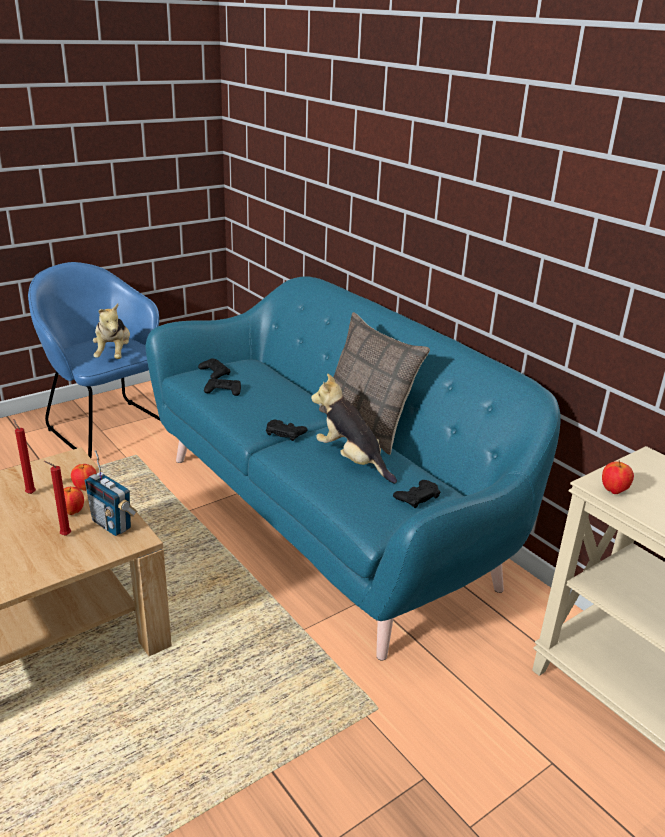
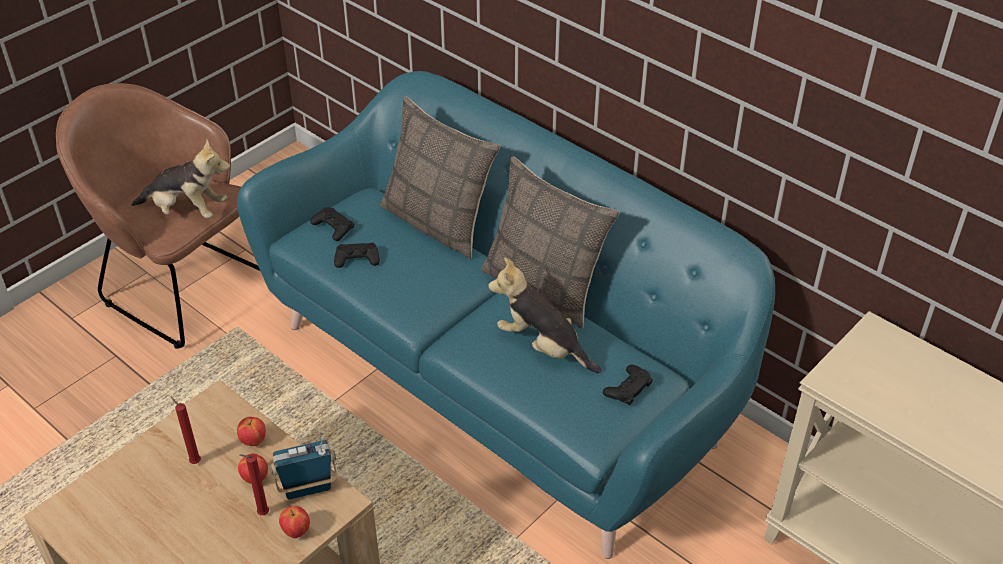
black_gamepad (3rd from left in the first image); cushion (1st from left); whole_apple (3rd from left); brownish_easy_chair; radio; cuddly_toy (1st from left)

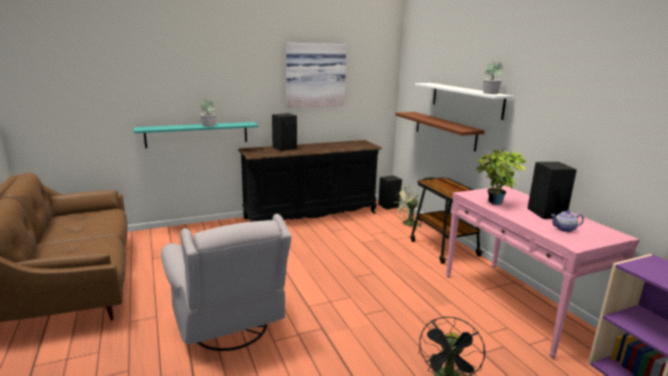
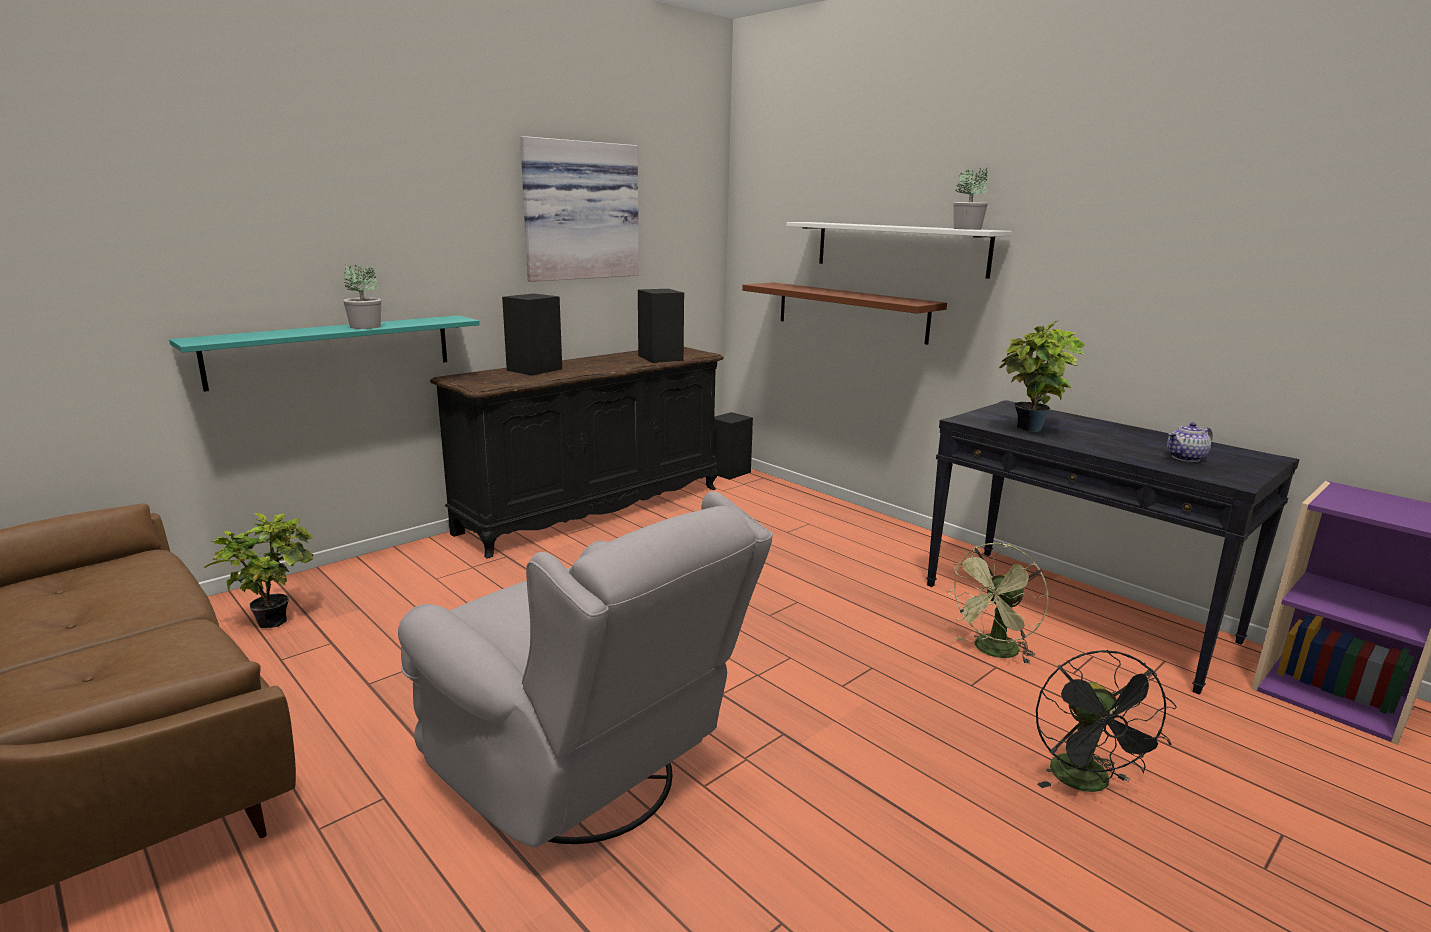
cart; potted_plant (1st from left); green_fan; black_audio_speaker (2nd from left); black_narrow_table

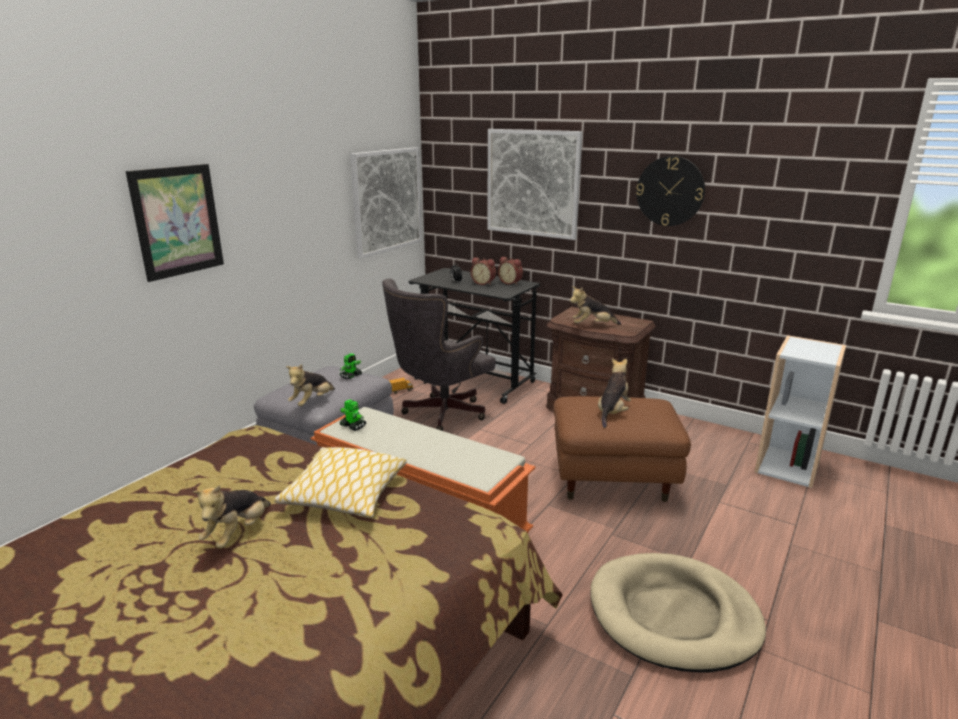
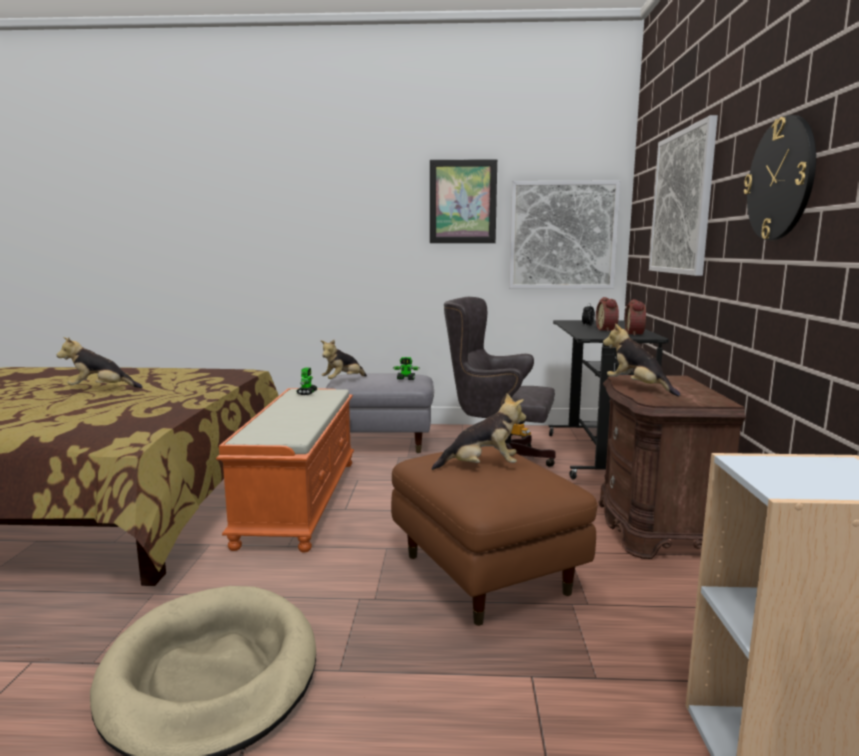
cushion; wall_art (1st from left); cuddly_toy (2nd from left)

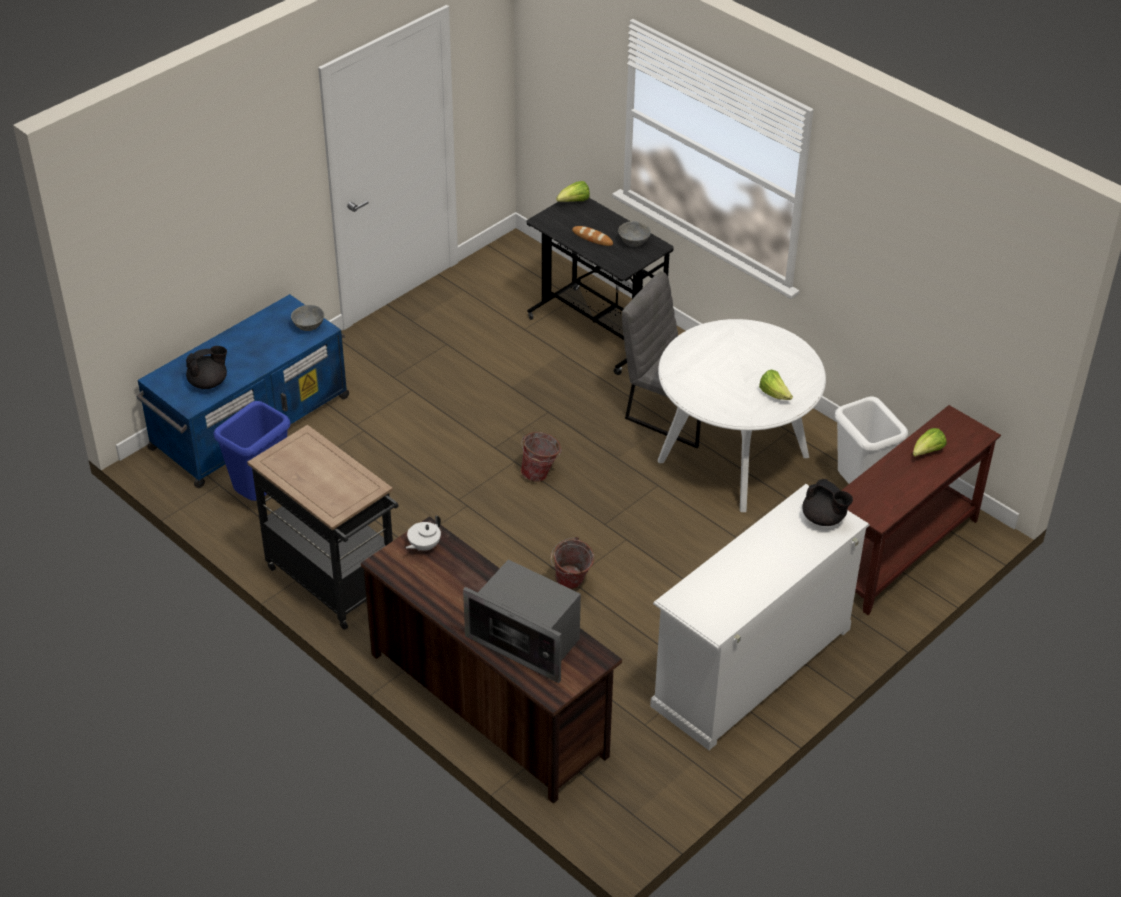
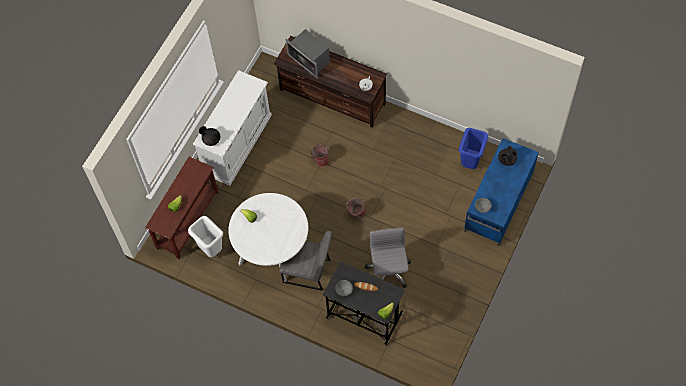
black_cart; grey_office_chair; kitchen_microwave

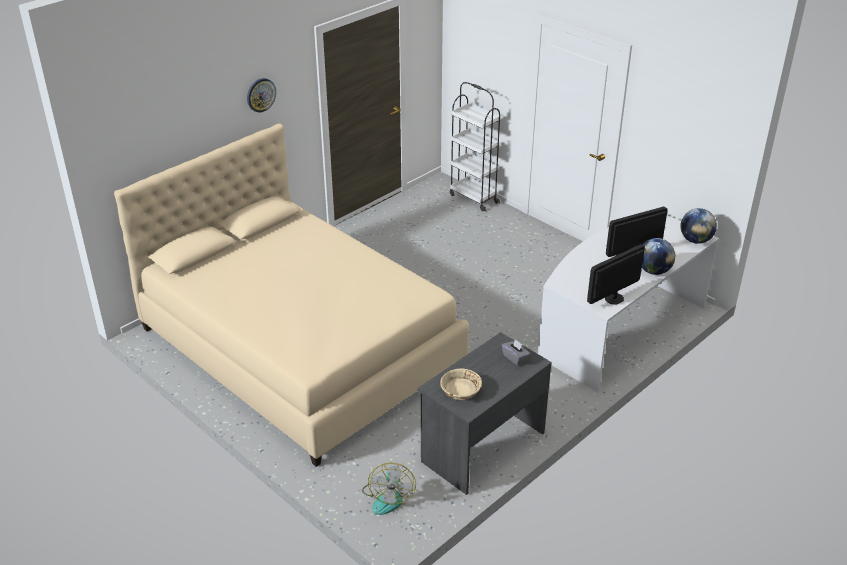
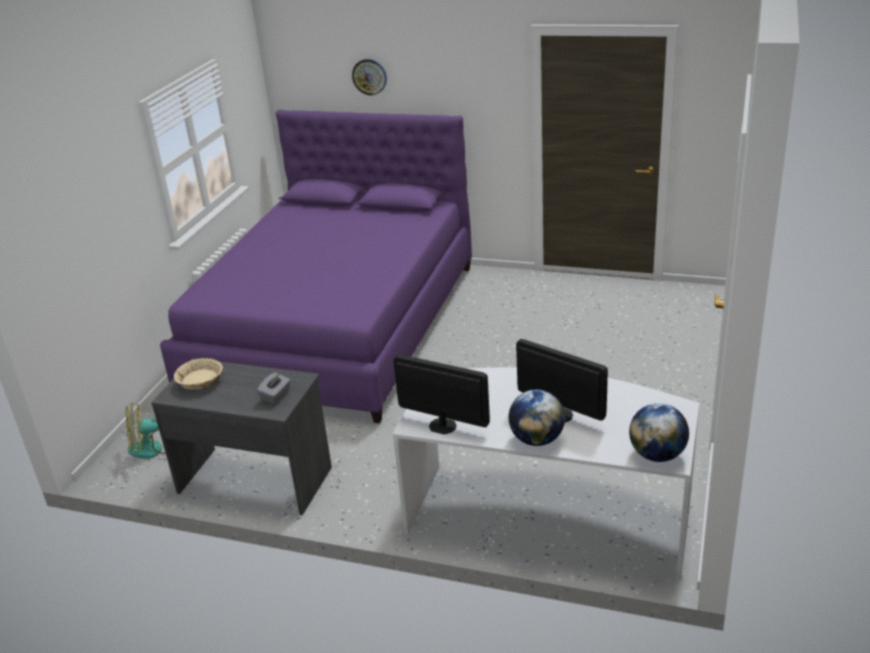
white_cart; hanging_clock; purplish_sleeping_bed

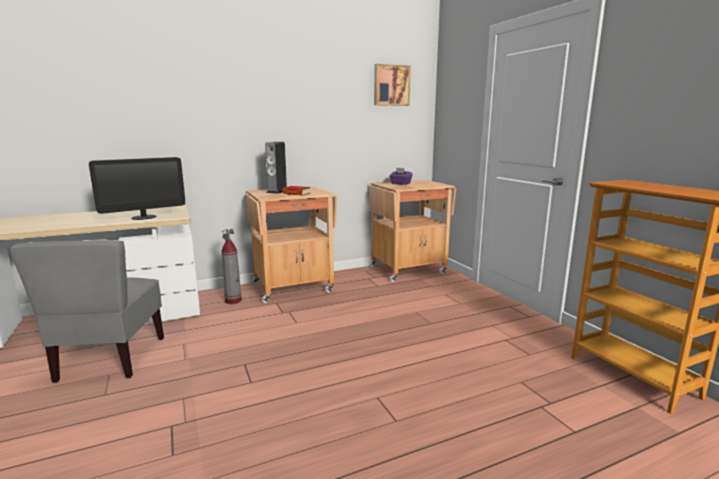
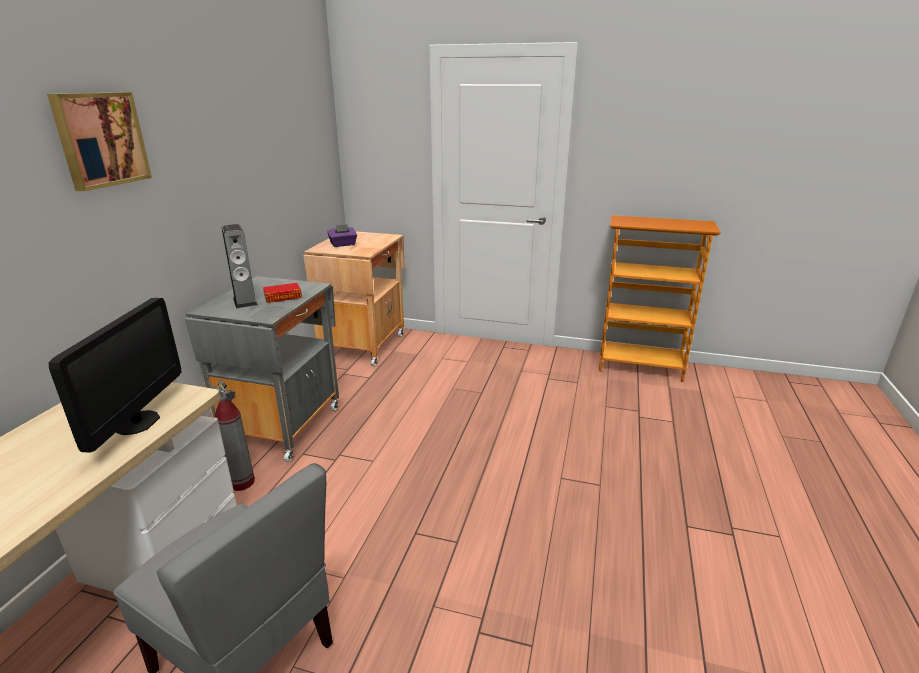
wall_art; grey_cart

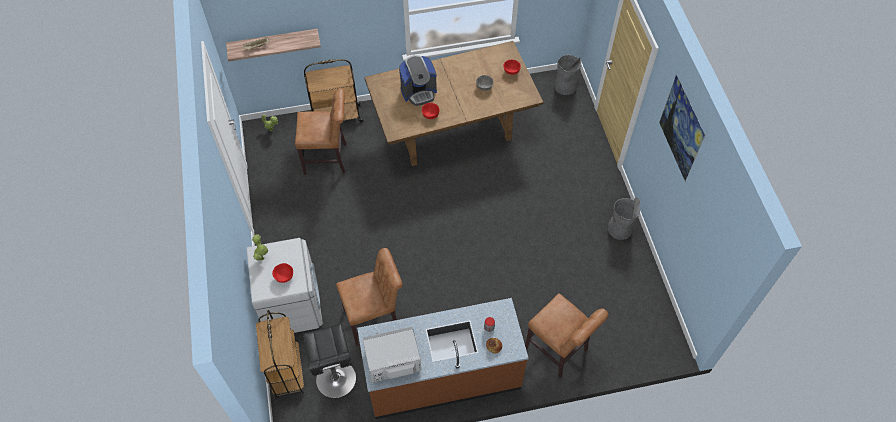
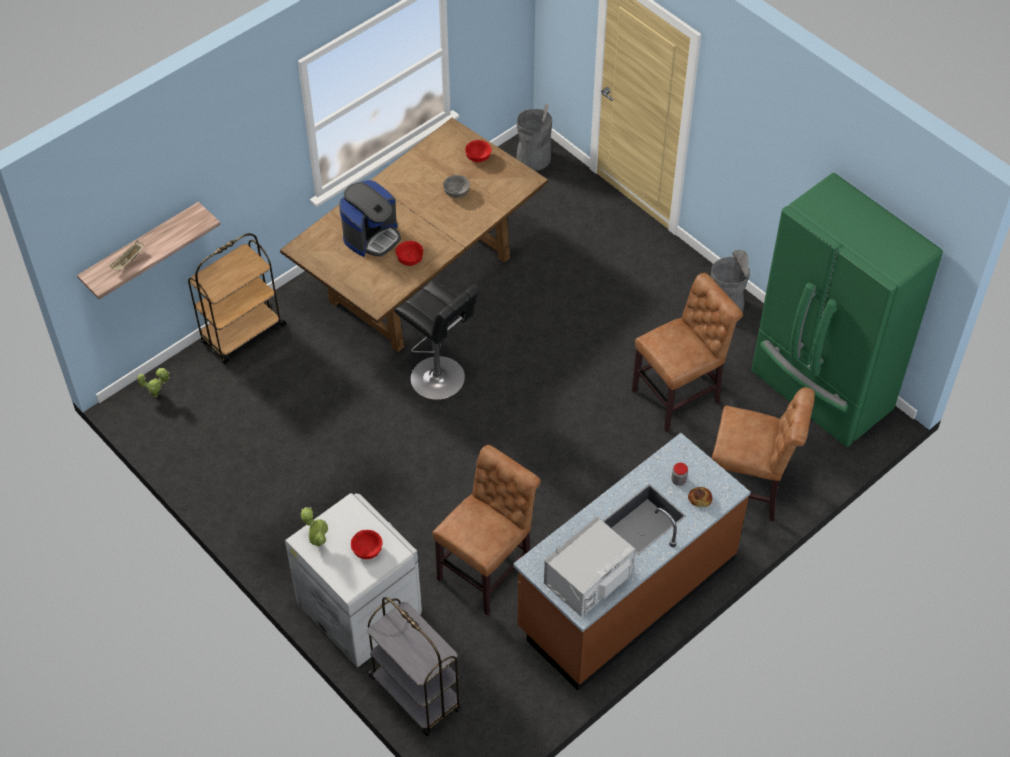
wall_art; green_kitchen_fridge; brownish_upright_chair (2nd from left); black_stool_seat; grey_cart

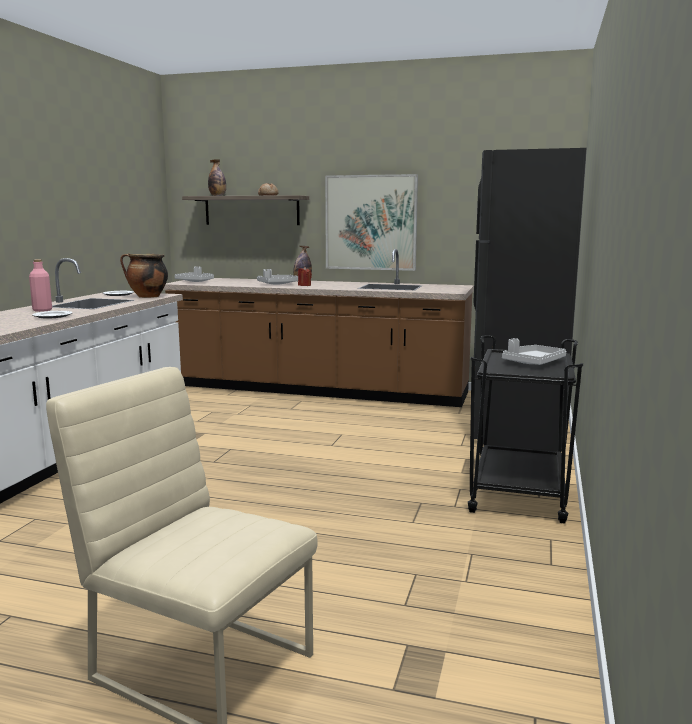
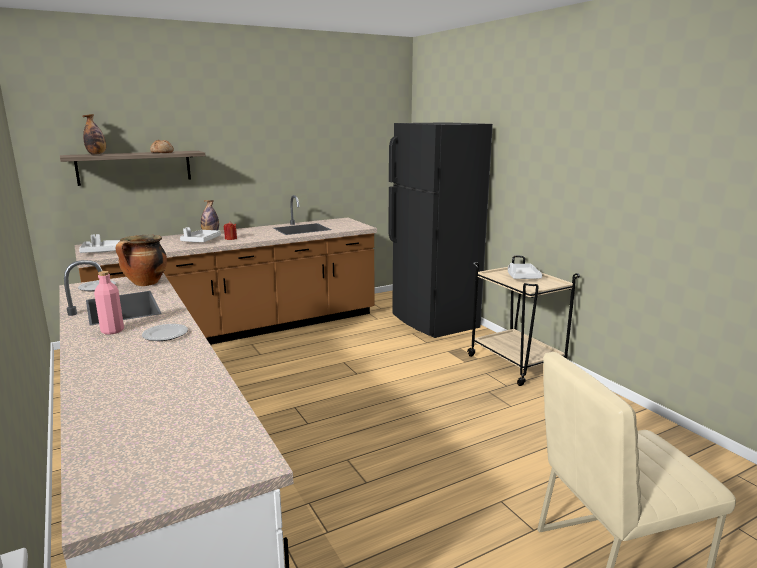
wall_art; beige_cart

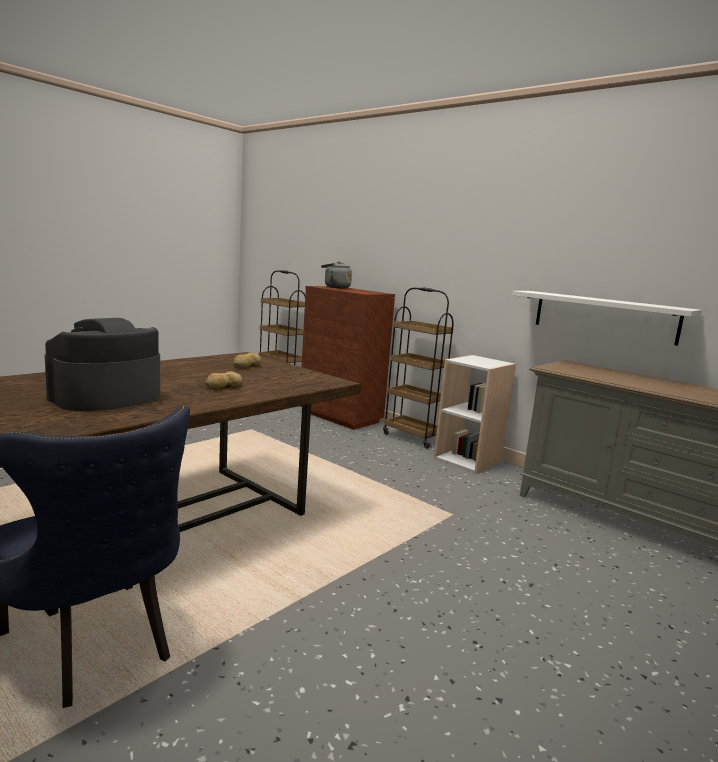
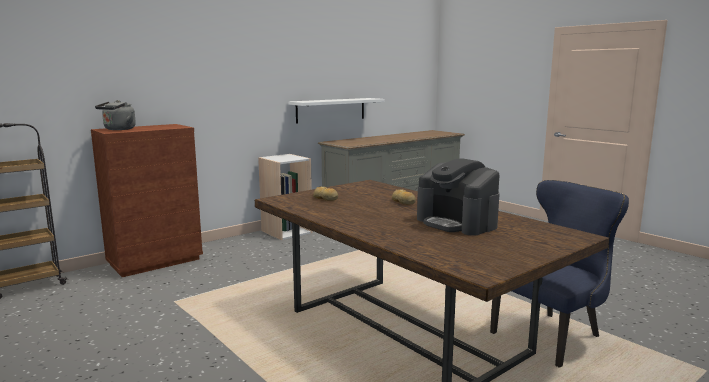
brownish_cart (2nd from left in the first image)

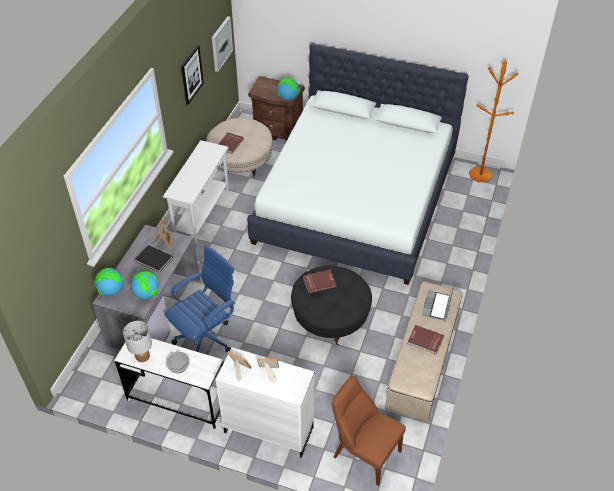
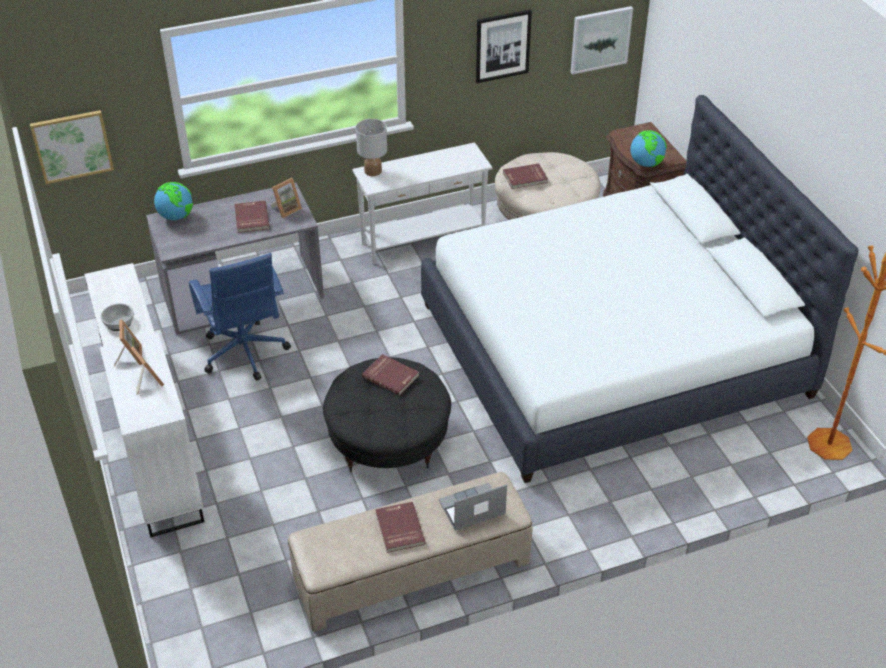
world_globe (2nd from left in the first image); brownish_upright_chair; wall_art (1st from left); grey_lamp_for_a_table; reddish_bound_book (1st from left); blue-coloured_office_chair

